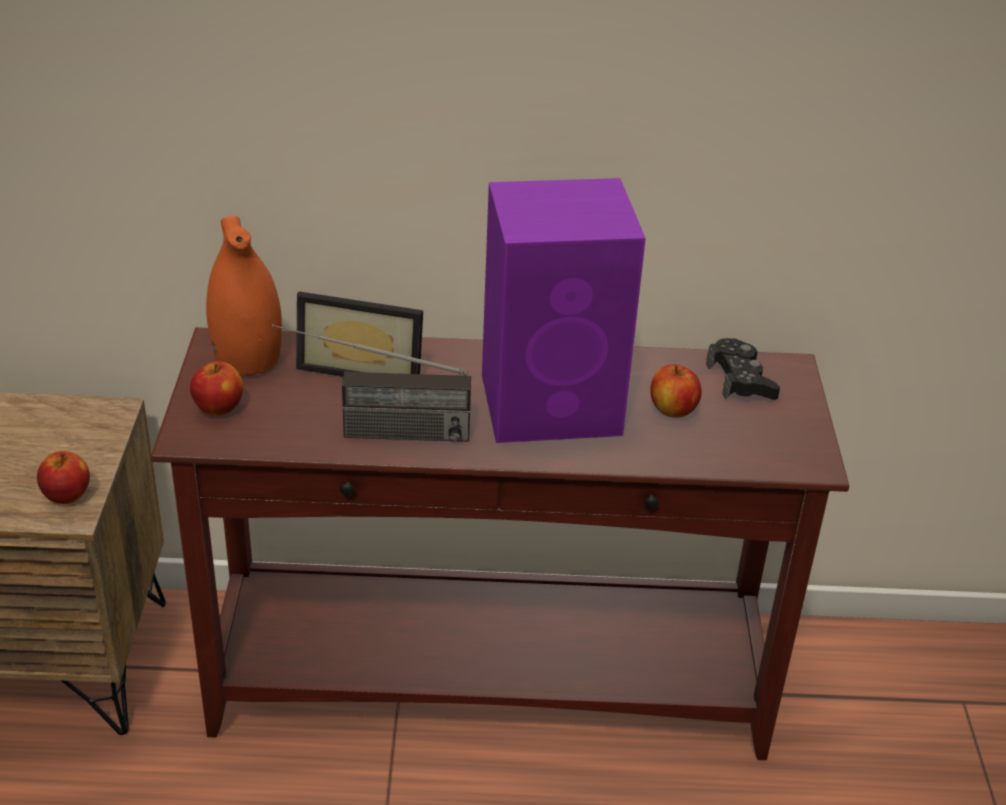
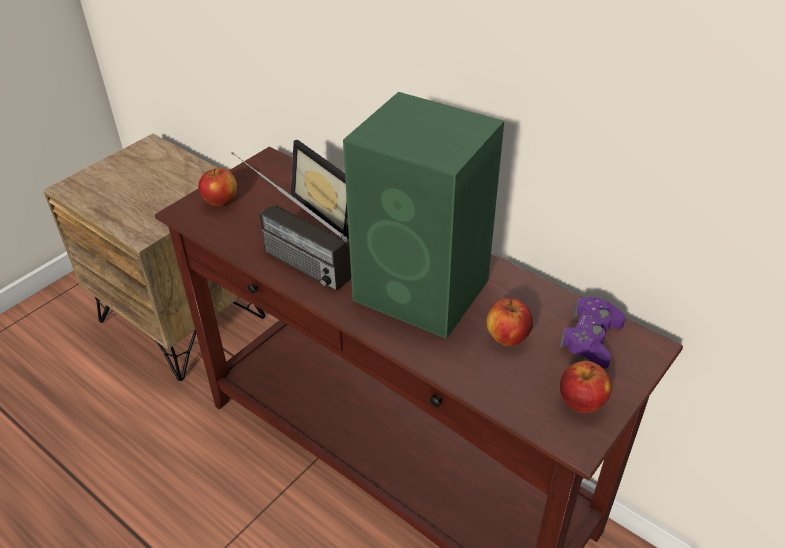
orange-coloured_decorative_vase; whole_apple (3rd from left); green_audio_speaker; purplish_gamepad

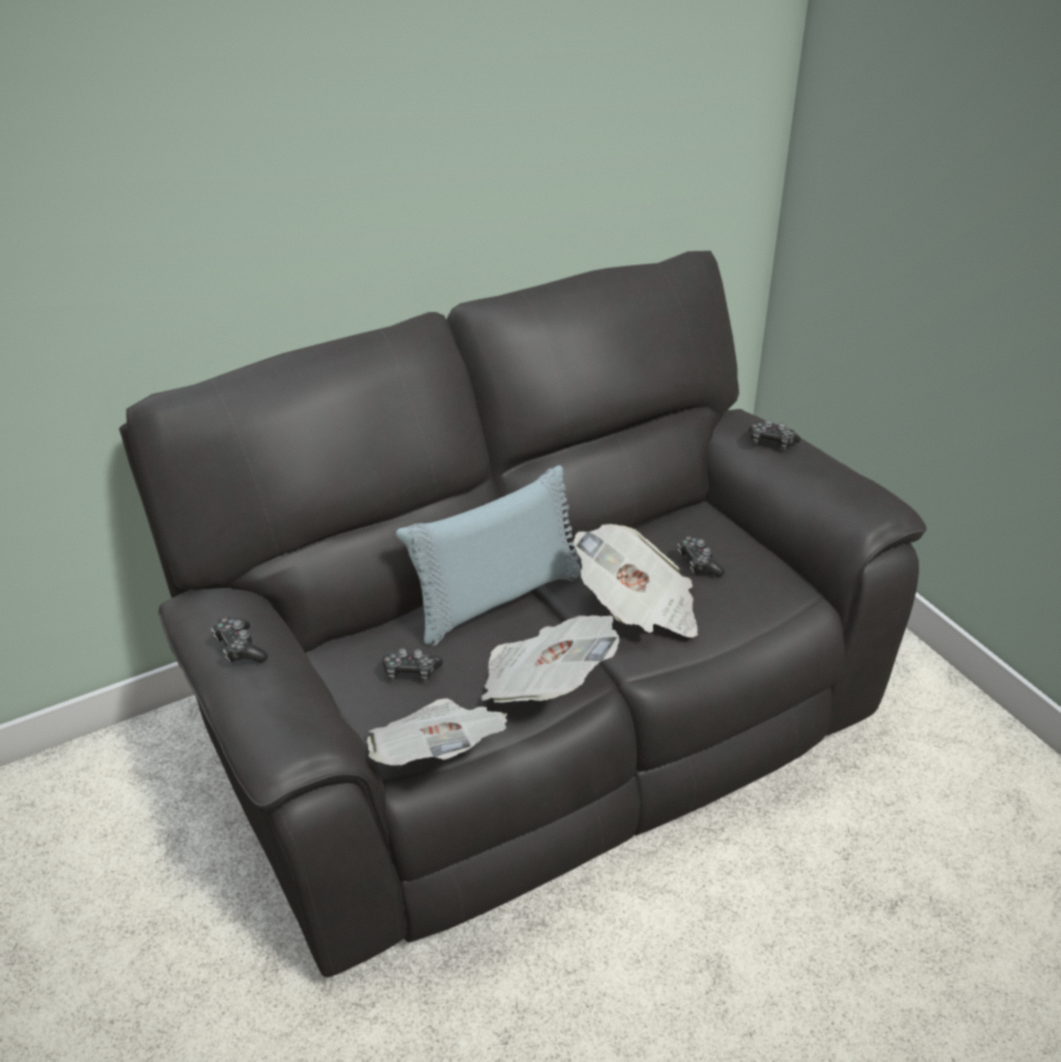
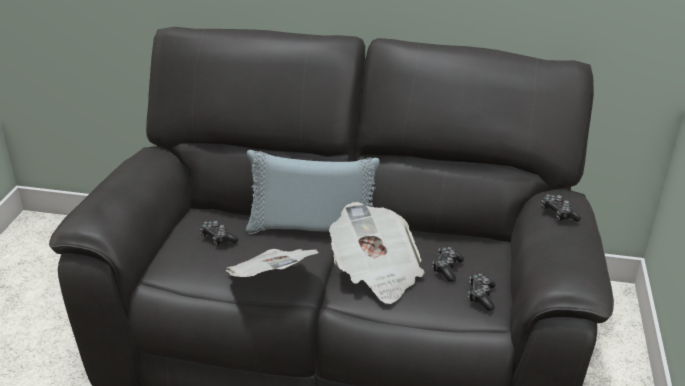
printed_paper (1st from left in the first image); gamepad (3rd from left)

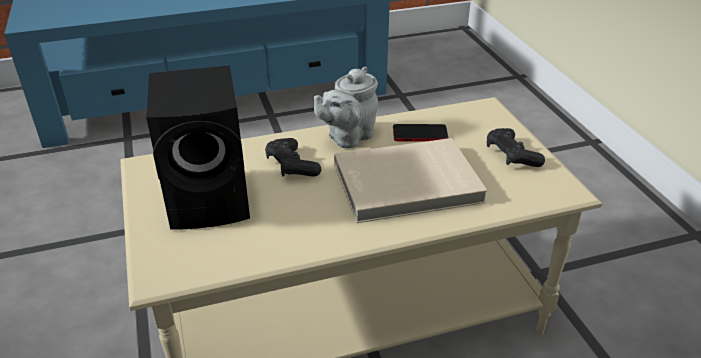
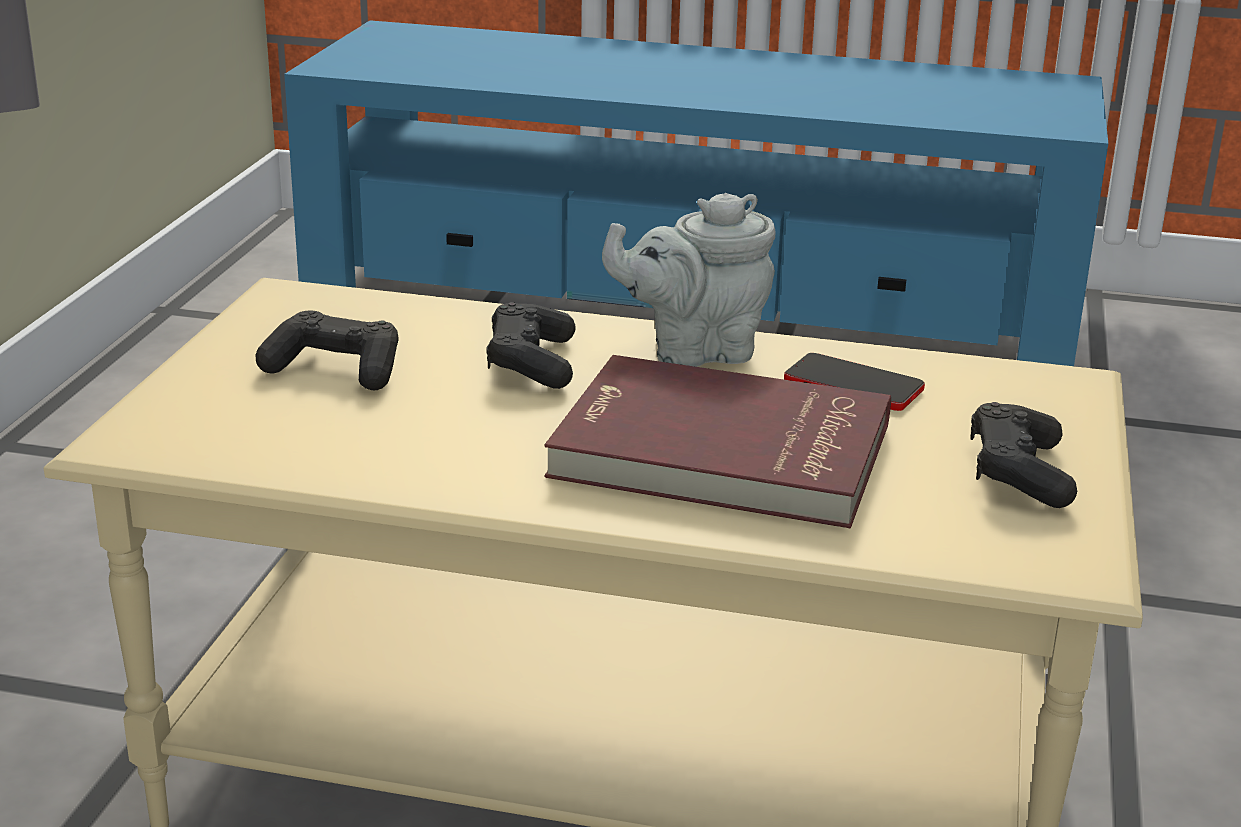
black_gamepad (1st from left); reddish_bound_book

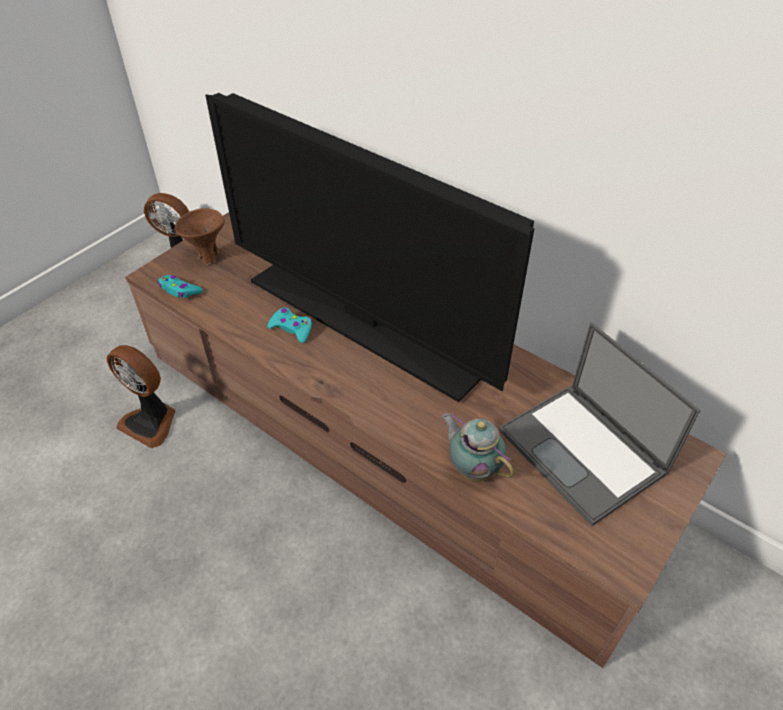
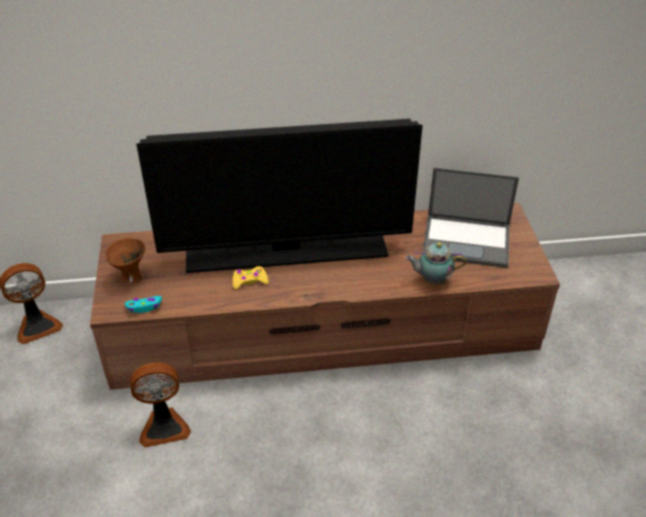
yellowish_gamepad

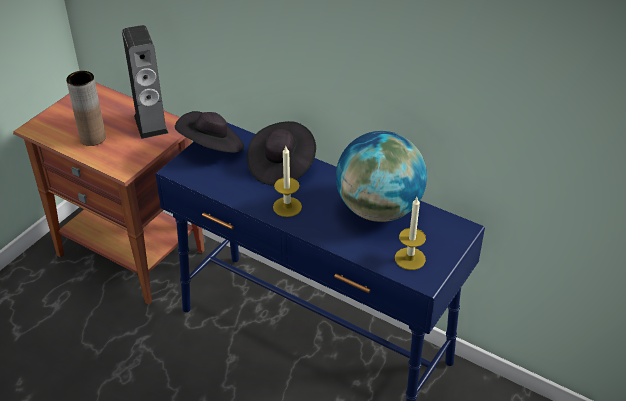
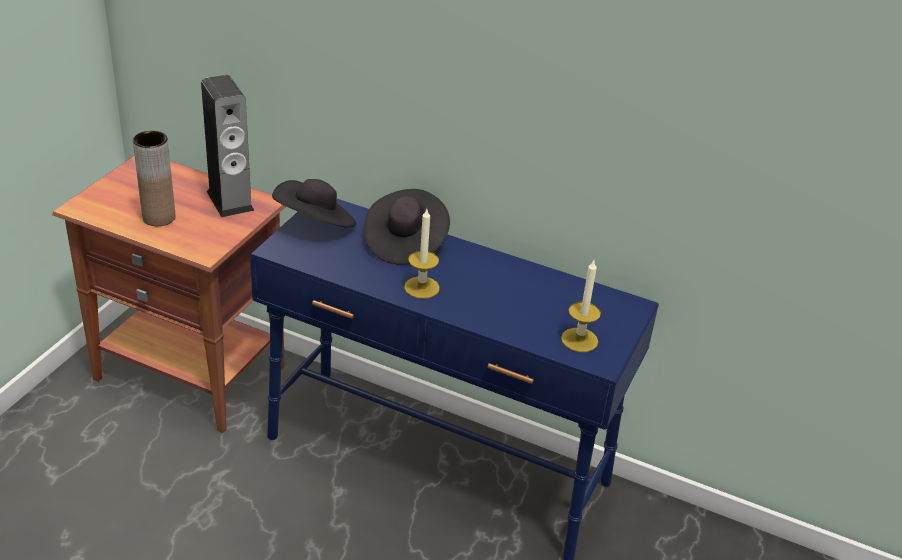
world_globe

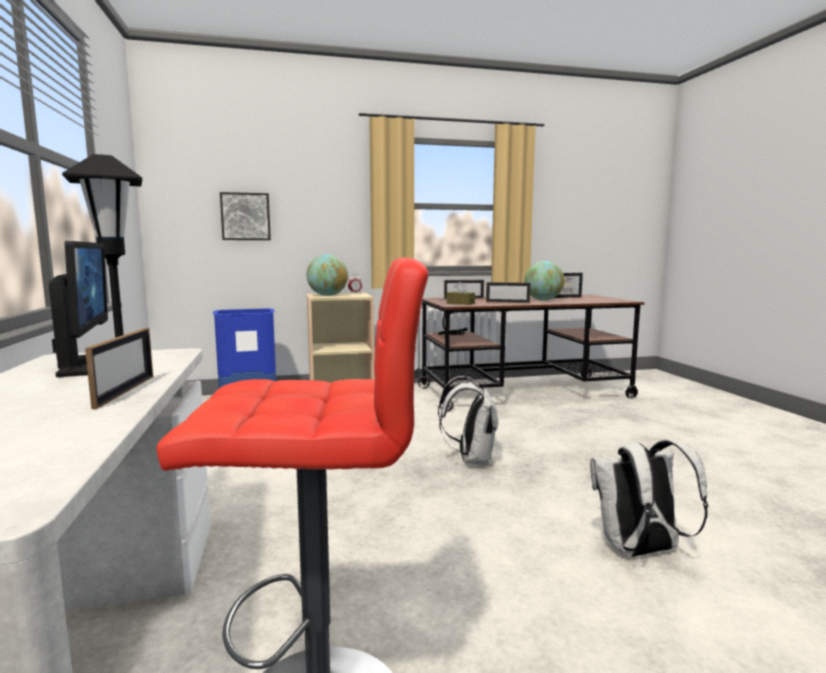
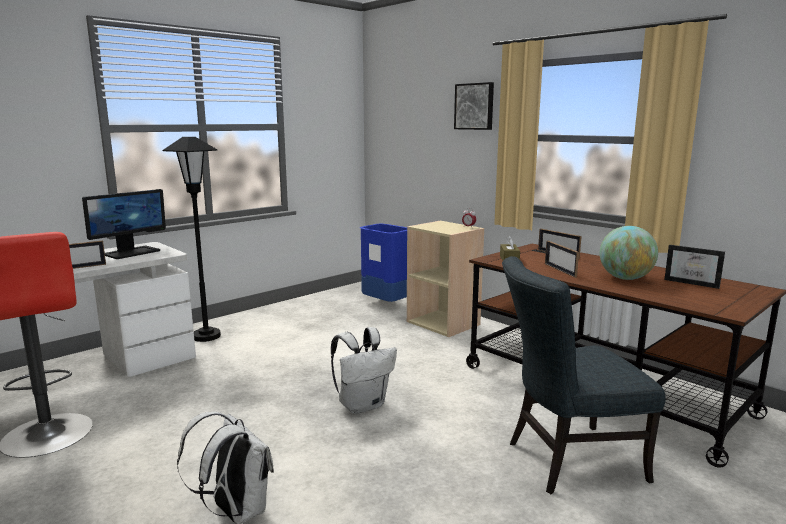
world_globe (1st from left in the first image); grey_upright_chair; wall_art

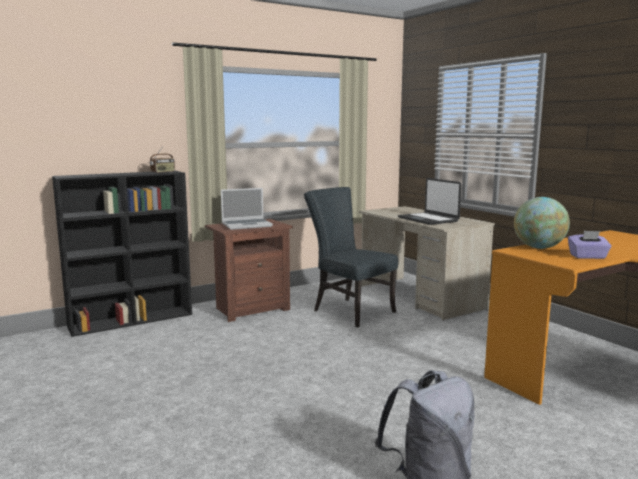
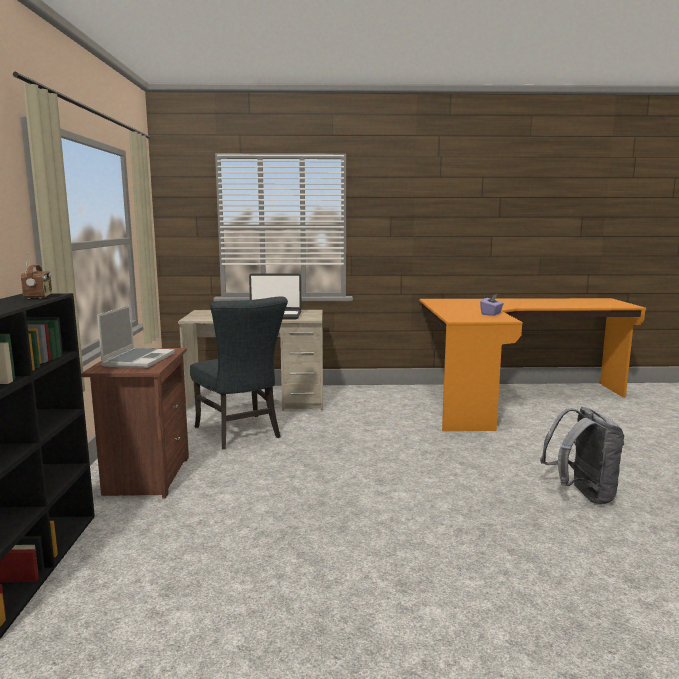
world_globe; grey_upright_chair

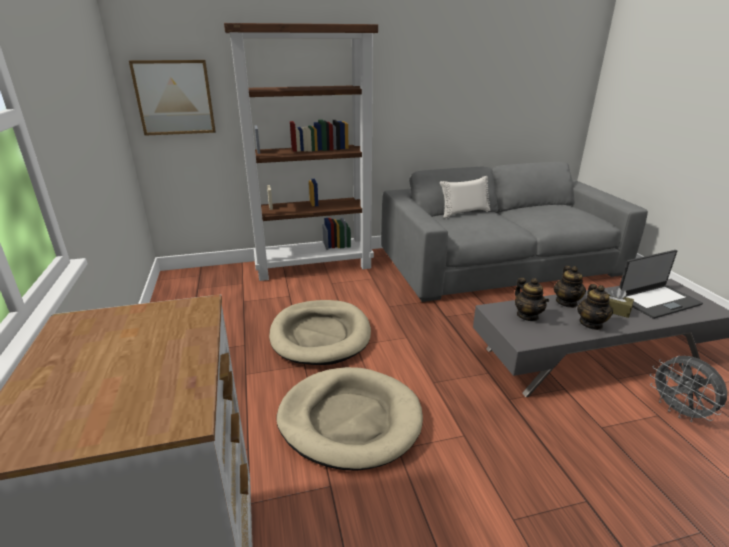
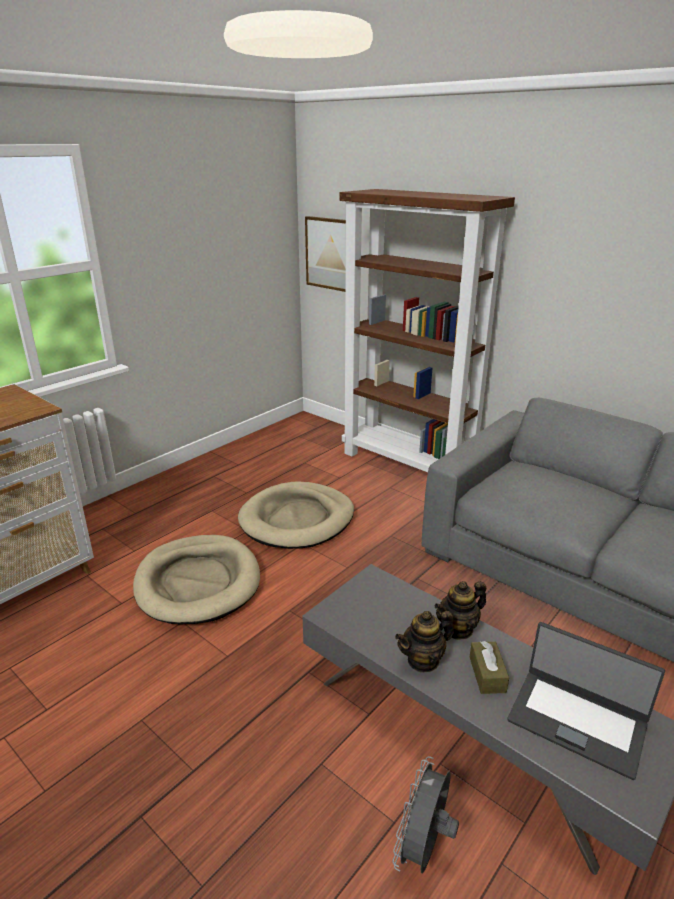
white_cushion; tea_pot (1st from left in the first image)

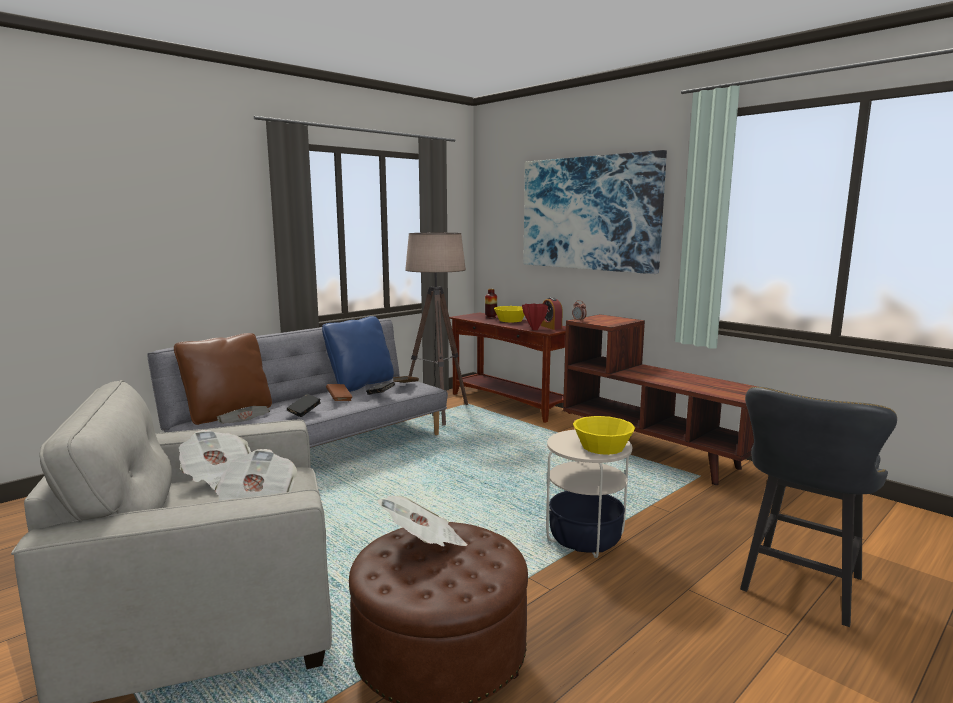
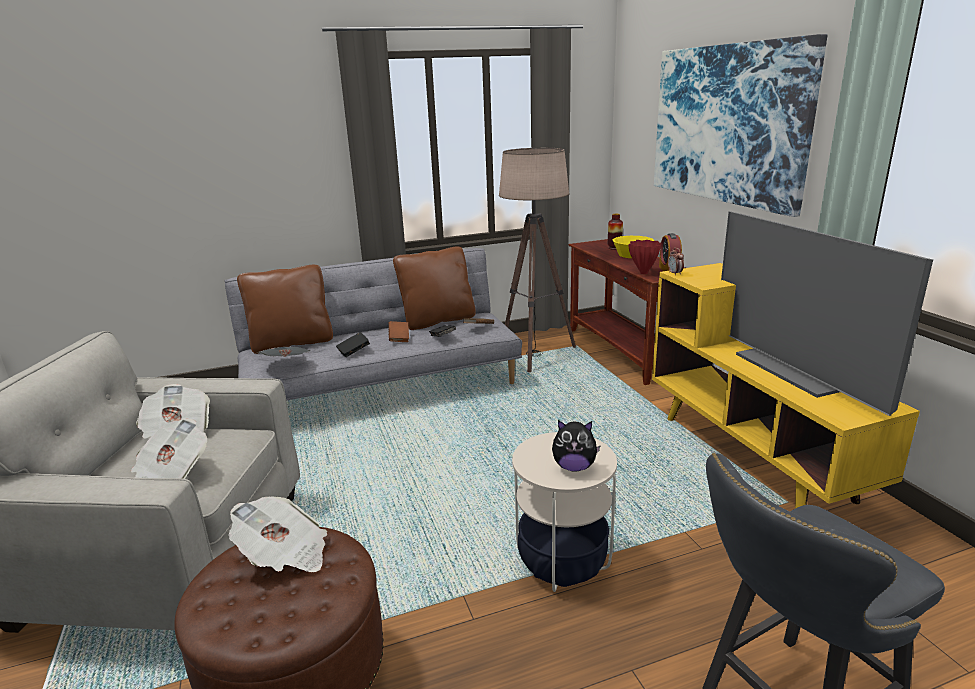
TV_set; cuddly_toy; brownish_cushion (2nd from left); yellowish_media_console

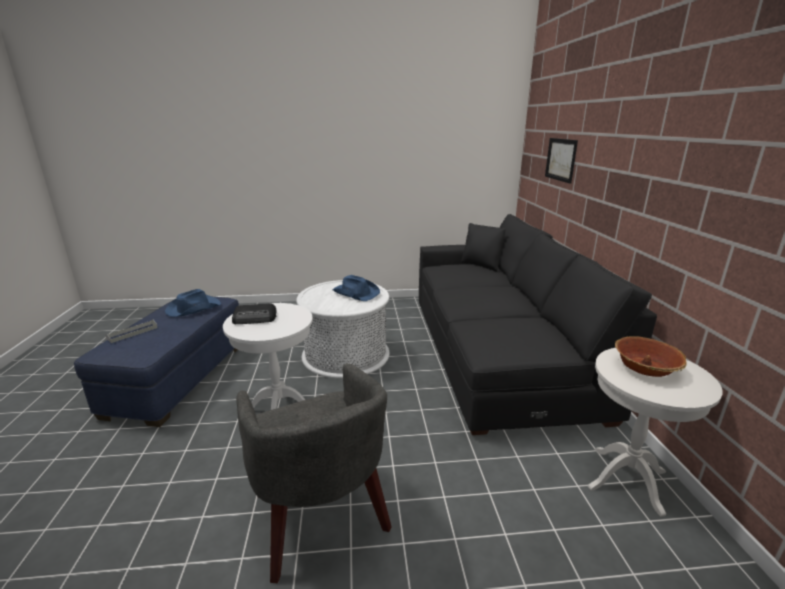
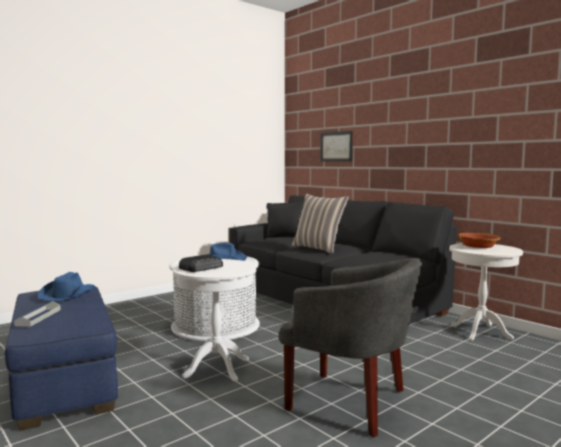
cushion

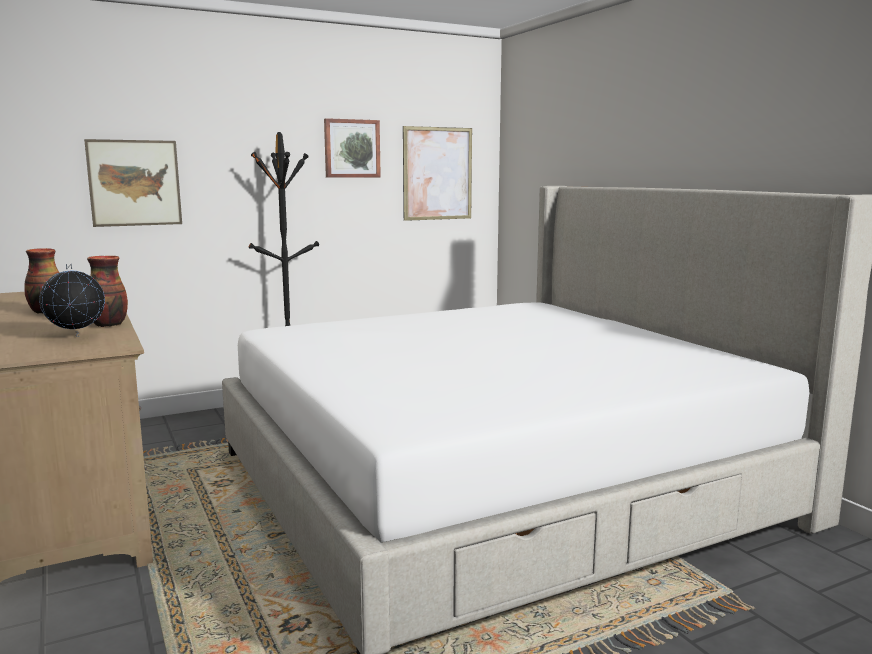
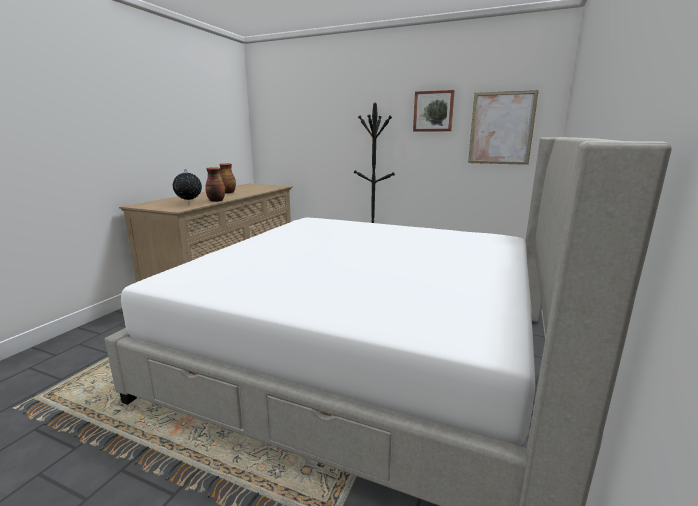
wall_art (1st from left in the first image)

